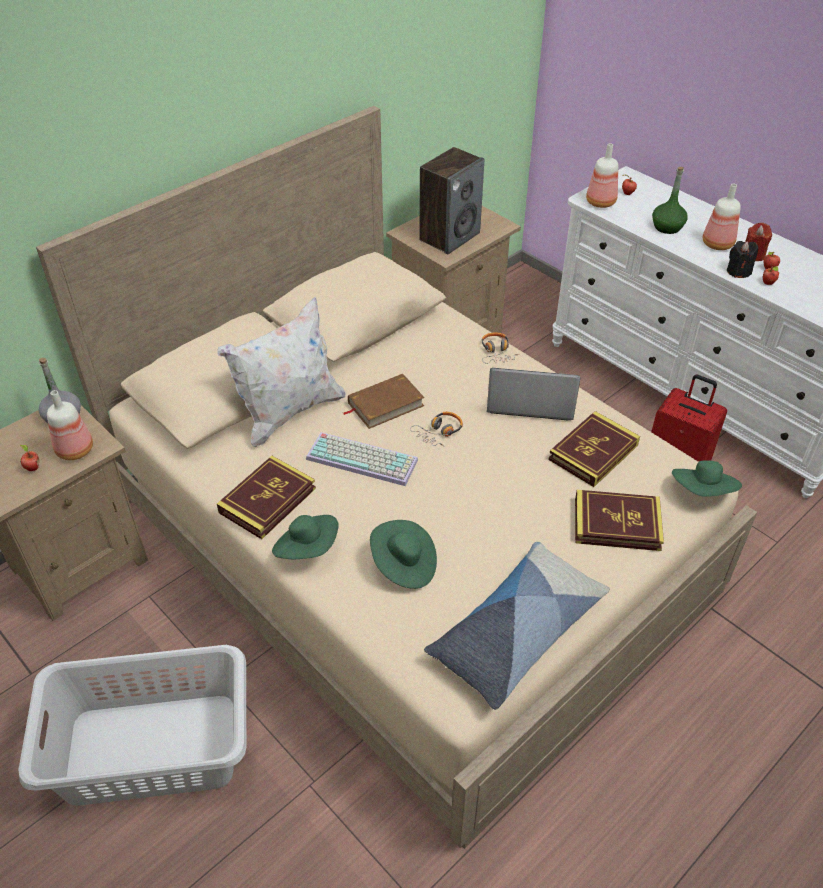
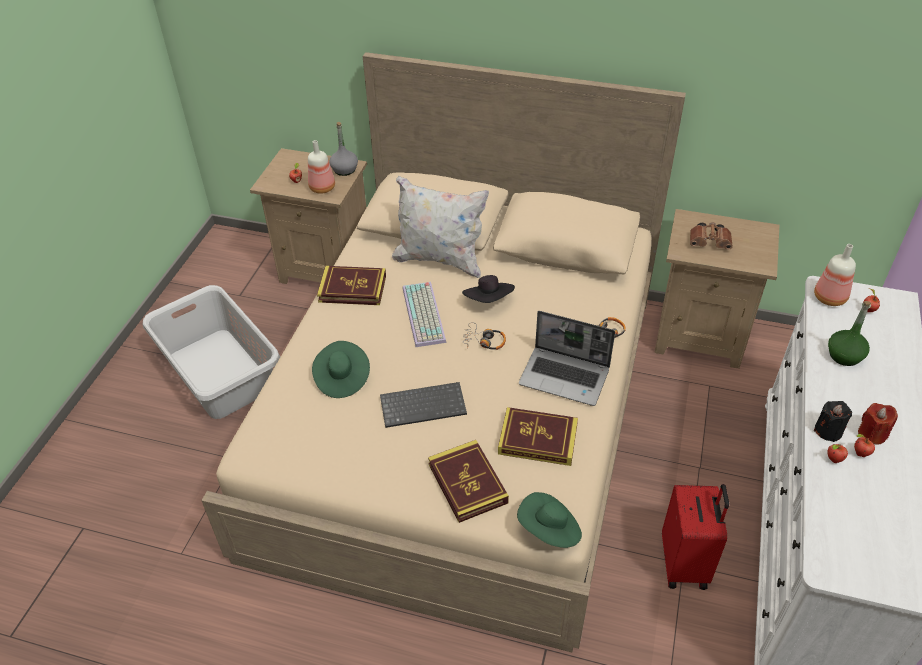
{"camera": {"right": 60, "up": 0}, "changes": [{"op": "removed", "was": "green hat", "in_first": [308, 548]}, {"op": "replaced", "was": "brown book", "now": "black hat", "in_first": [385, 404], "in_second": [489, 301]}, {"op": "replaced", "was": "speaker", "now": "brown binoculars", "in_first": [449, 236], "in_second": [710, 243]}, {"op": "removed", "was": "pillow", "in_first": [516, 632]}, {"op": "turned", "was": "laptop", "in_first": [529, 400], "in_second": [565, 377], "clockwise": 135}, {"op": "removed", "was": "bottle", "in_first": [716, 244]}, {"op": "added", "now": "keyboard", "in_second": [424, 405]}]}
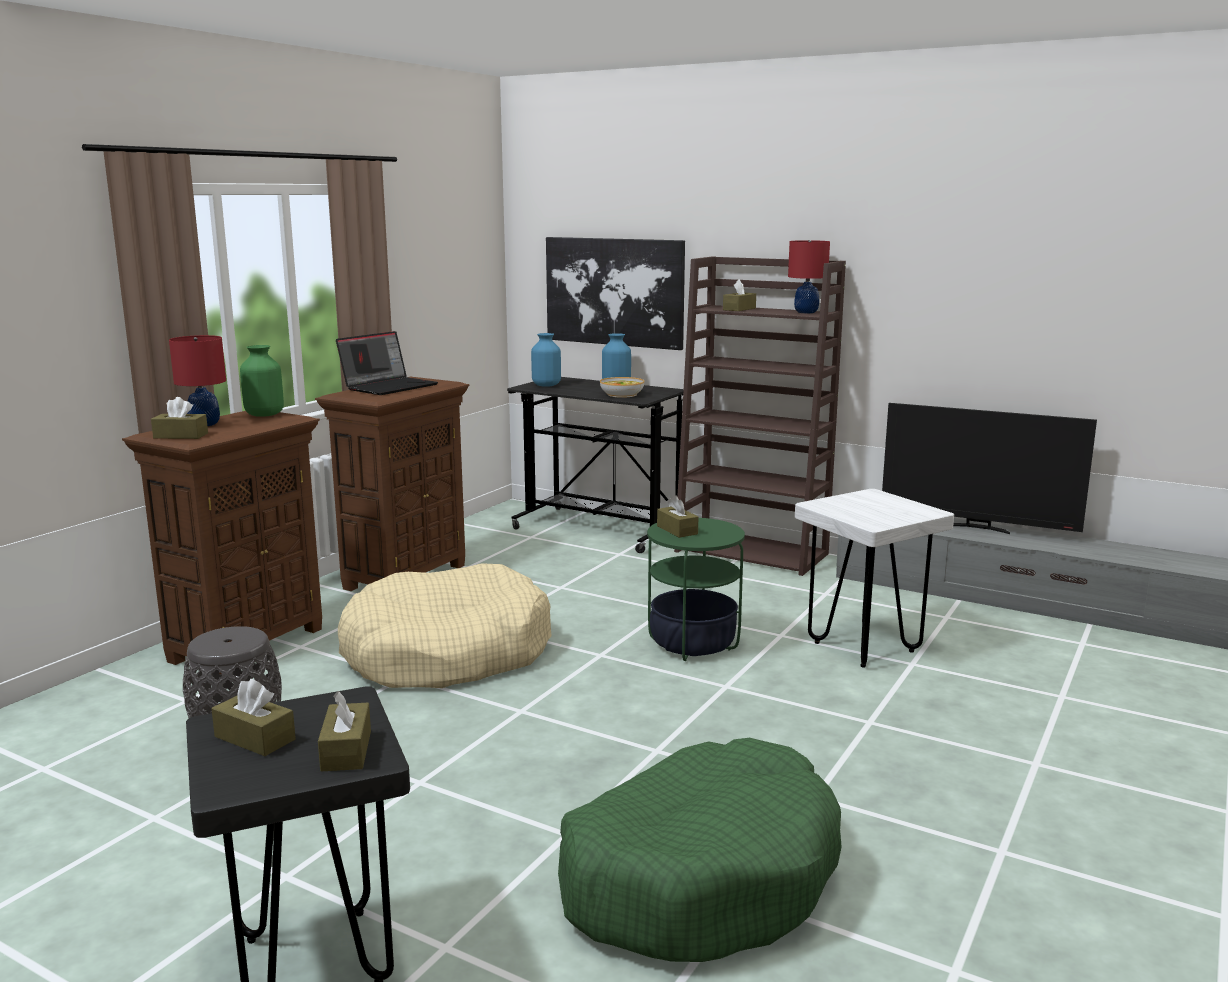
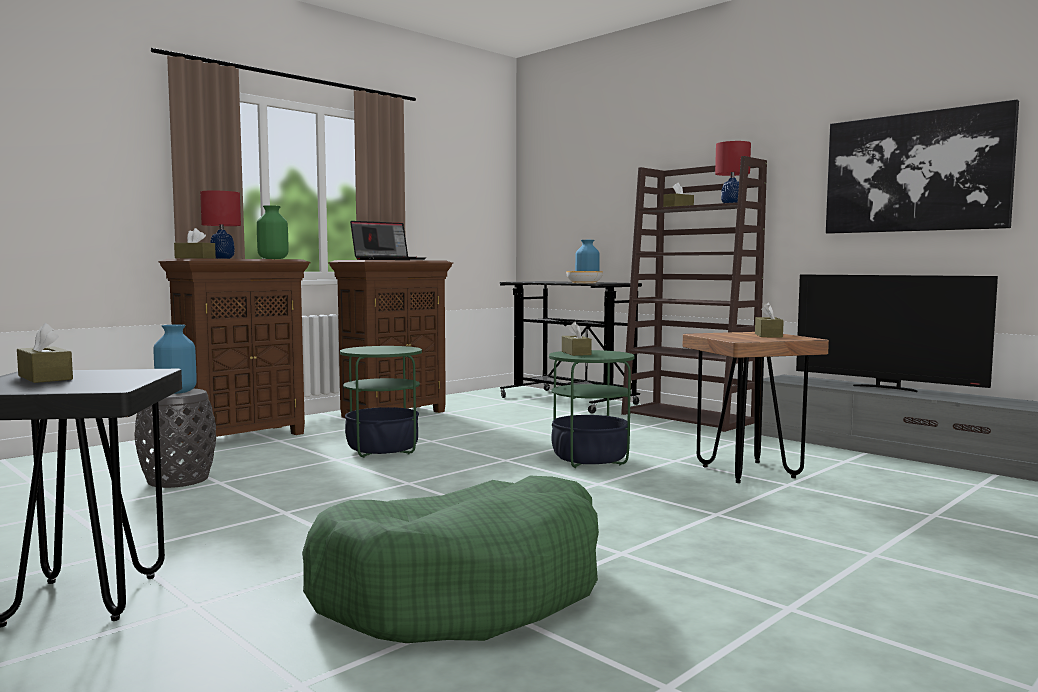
{"camera": {"right": 15, "up": -10}, "changes": [{"op": "moved", "was": "brown tissue box", "in_first": [346, 750], "in_second": [768, 335]}, {"op": "replaced", "was": "beige dog bed", "now": "green side table", "in_first": [446, 653], "in_second": [383, 450]}, {"op": "moved", "was": "blue vase", "in_first": [546, 385], "in_second": [176, 392]}, {"op": "moved", "was": "picture", "in_first": [614, 292], "in_second": [915, 172]}, {"op": "recoloured", "was": "white stool", "now": "brown stool", "in_first": [863, 647], "in_second": [748, 472]}]}
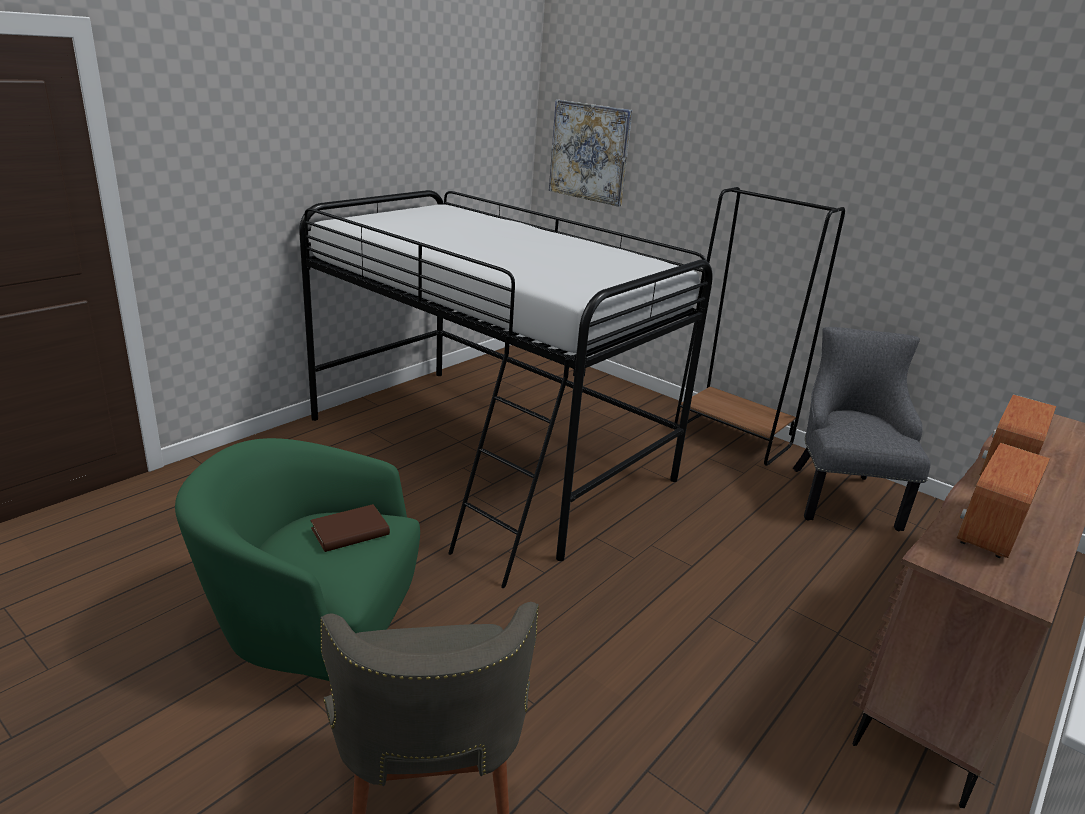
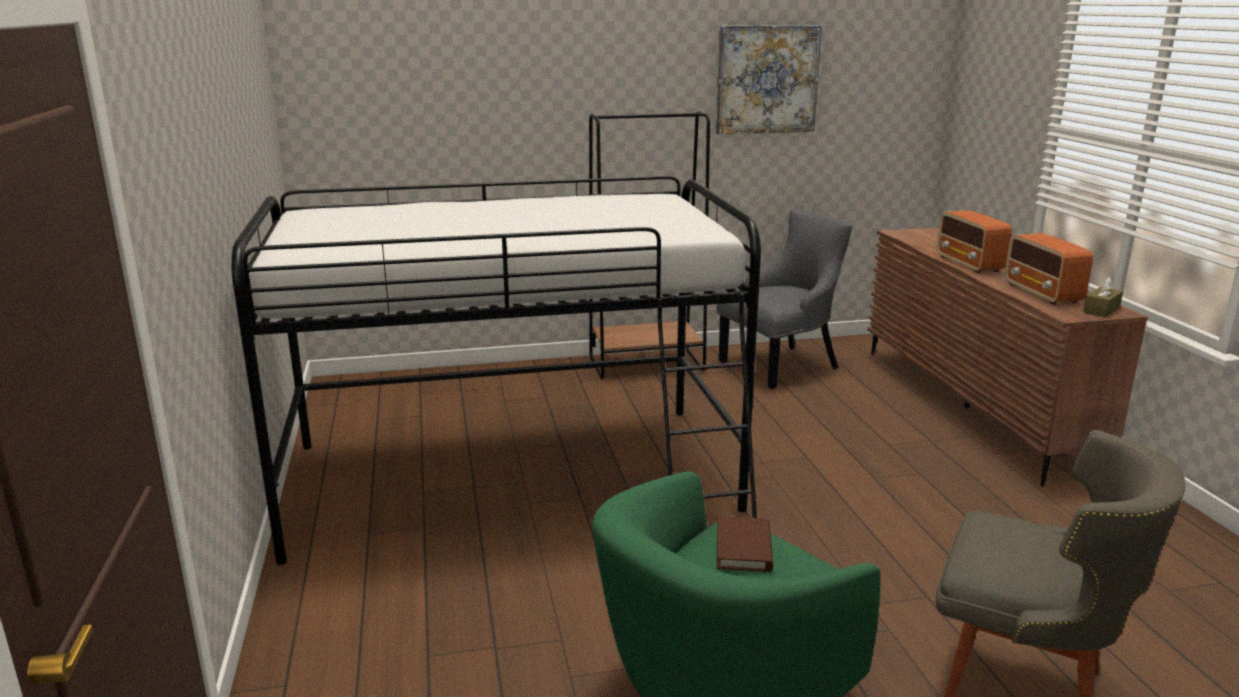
{"camera": {"right": -50, "up": -5}, "changes": [{"op": "moved", "was": "picture", "in_first": [589, 152], "in_second": [767, 79]}, {"op": "turned", "was": "grey armchair", "in_first": [841, 500], "in_second": [779, 367], "clockwise": 105}, {"op": "added", "now": "brown tissue box", "in_second": [1101, 310]}]}
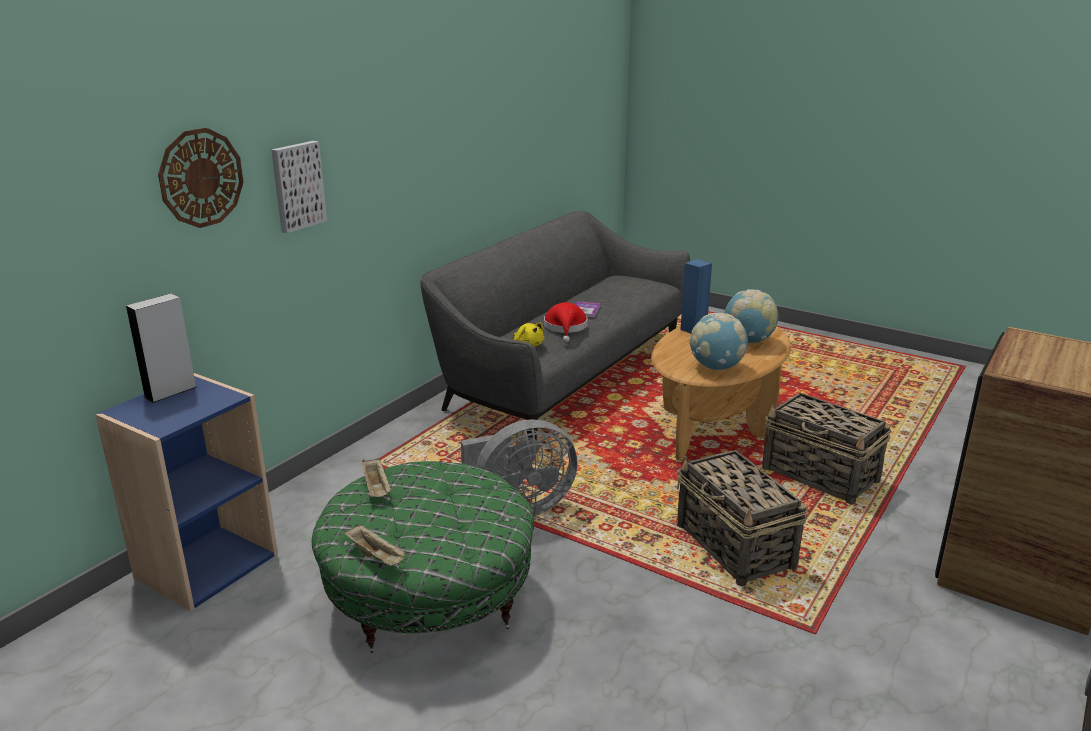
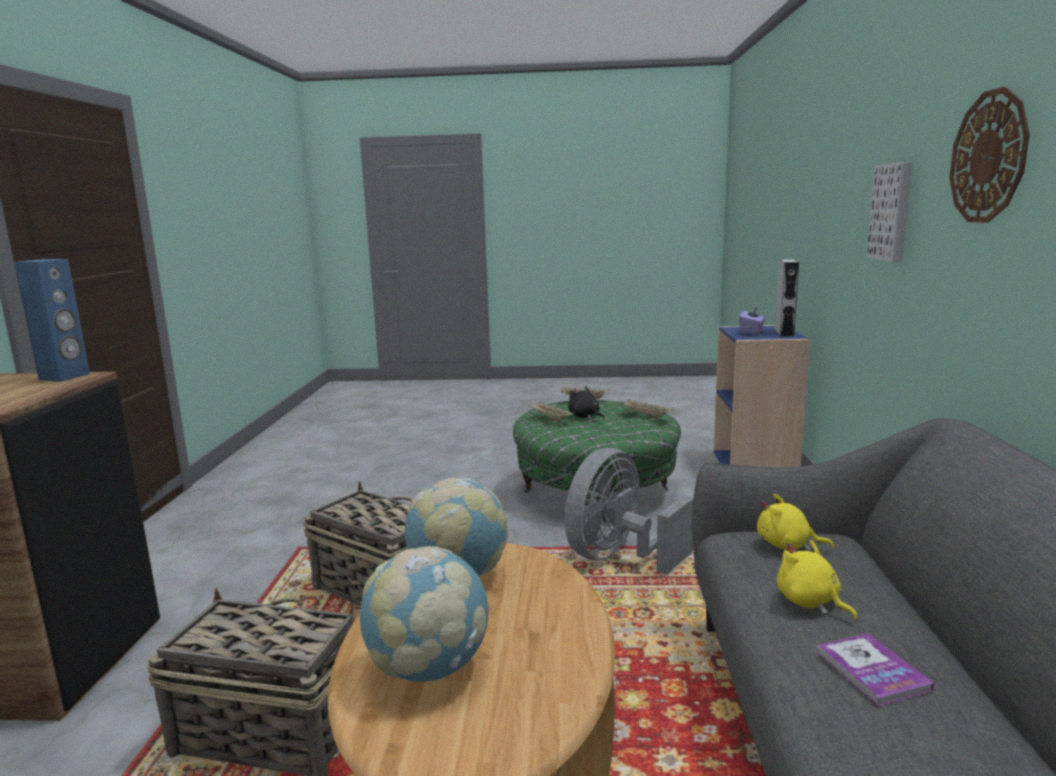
{"camera": {"right": 150, "up": -10}, "changes": [{"op": "moved", "was": "wall clock", "in_first": [201, 178], "in_second": [989, 157]}, {"op": "replaced", "was": "red hat", "now": "yellow plush toy", "in_first": [565, 328], "in_second": [810, 602]}, {"op": "moved", "was": "blue speaker", "in_first": [693, 329], "in_second": [65, 377]}, {"op": "added", "now": "beige tray", "in_second": [550, 418]}, {"op": "added", "now": "black plush toy", "in_second": [585, 416]}, {"op": "added", "now": "purple tissue box", "in_second": [752, 332]}]}
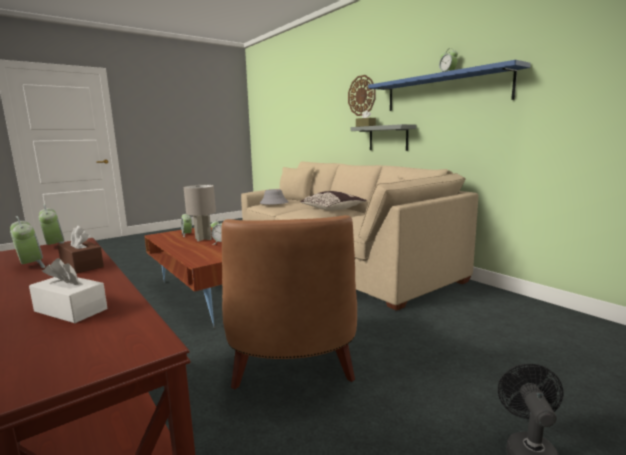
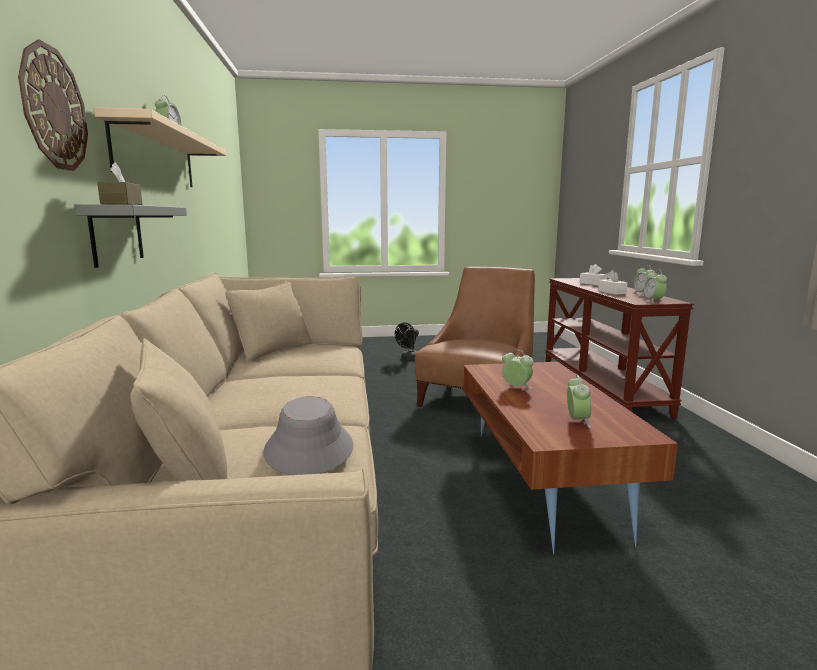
{"camera": {"right": -150, "up": 0}, "changes": [{"op": "recoloured", "was": "brown tissue box", "now": "white tissue box", "in_first": [82, 265], "in_second": [611, 292]}, {"op": "removed", "was": "grey table lamp", "in_first": [203, 239]}, {"op": "removed", "was": "pillow", "in_first": [333, 209]}, {"op": "recoloured", "was": "blue shelf", "now": "beige shelf", "in_first": [444, 91], "in_second": [157, 157]}]}
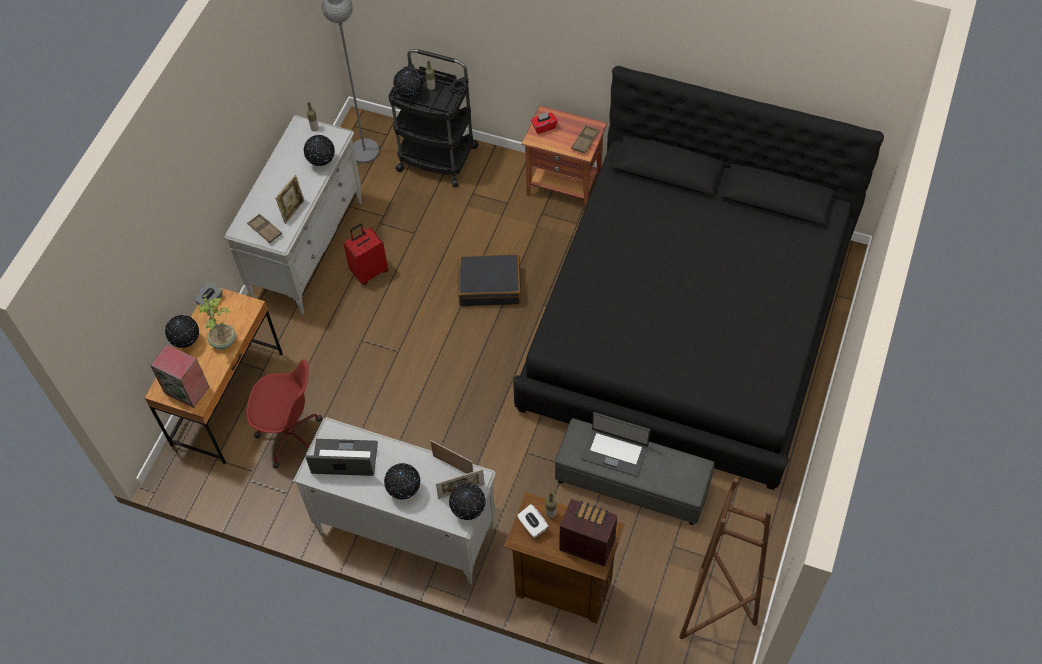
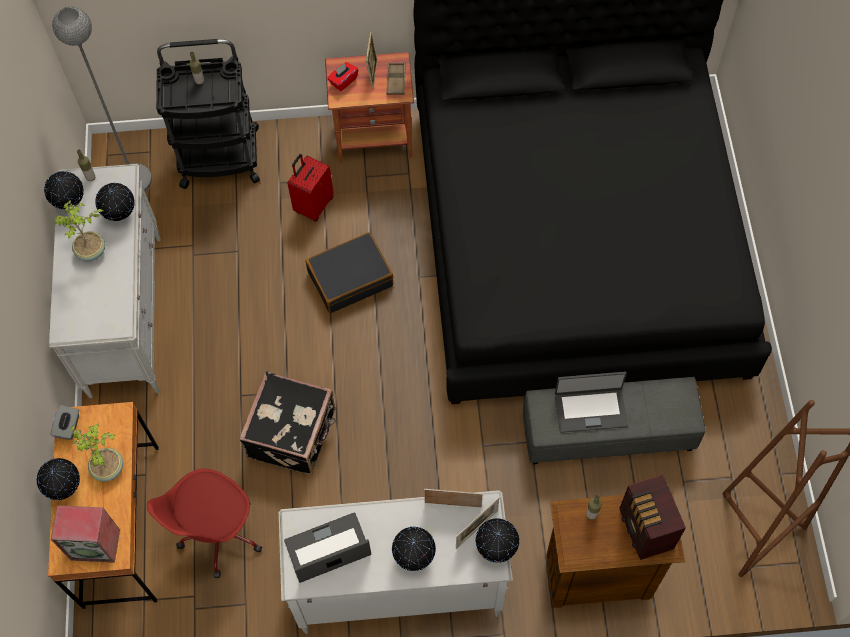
{"camera": {"right": -25, "up": 5}, "changes": [{"op": "turned", "was": "red office chair", "in_first": [292, 437], "in_second": [219, 537], "clockwise": 150}, {"op": "removed", "was": "brown tray", "in_first": [265, 230]}, {"op": "moved", "was": "picture frame", "in_first": [293, 211], "in_second": [372, 73]}, {"op": "moved", "was": "red suitcase", "in_first": [369, 271], "in_second": [313, 205]}, {"op": "moved", "was": "globe", "in_first": [409, 95], "in_second": [70, 203]}, {"op": "removed", "was": "white tissue box", "in_first": [532, 526]}, {"op": "turned", "was": "radio", "in_first": [586, 543], "in_second": [645, 530], "clockwise": -105}, {"op": "added", "now": "potted plant", "in_second": [91, 252]}, {"op": "added", "now": "black suitcase", "in_second": [294, 434]}]}
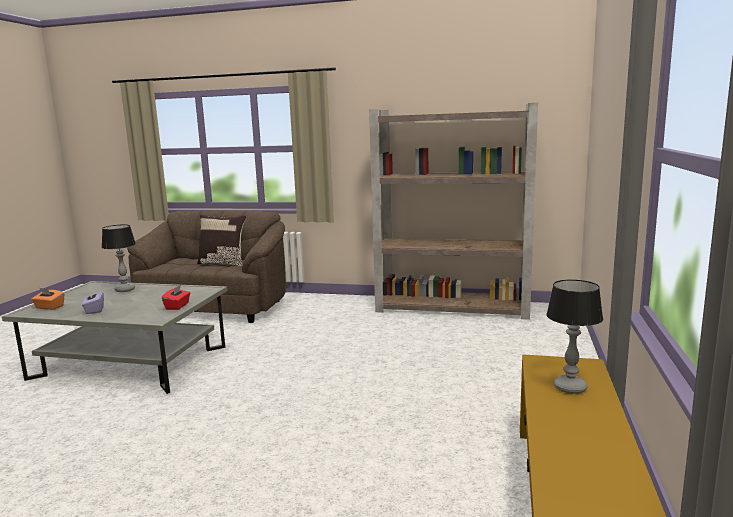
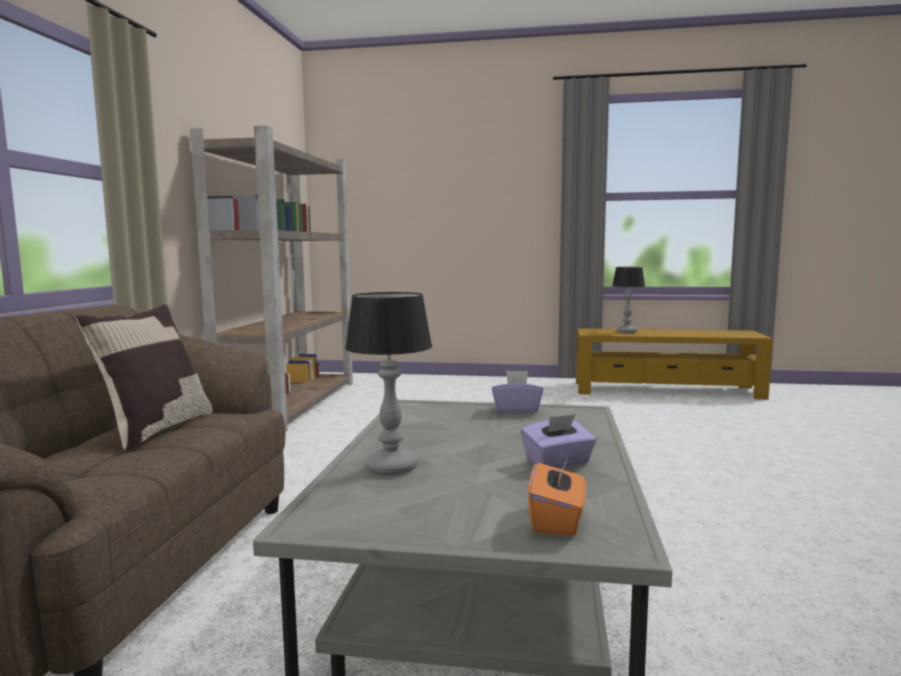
{"camera": {"right": -95, "up": -5}, "changes": [{"op": "recoloured", "was": "red tissue box", "now": "purple tissue box", "in_first": [177, 306], "in_second": [516, 409]}]}
